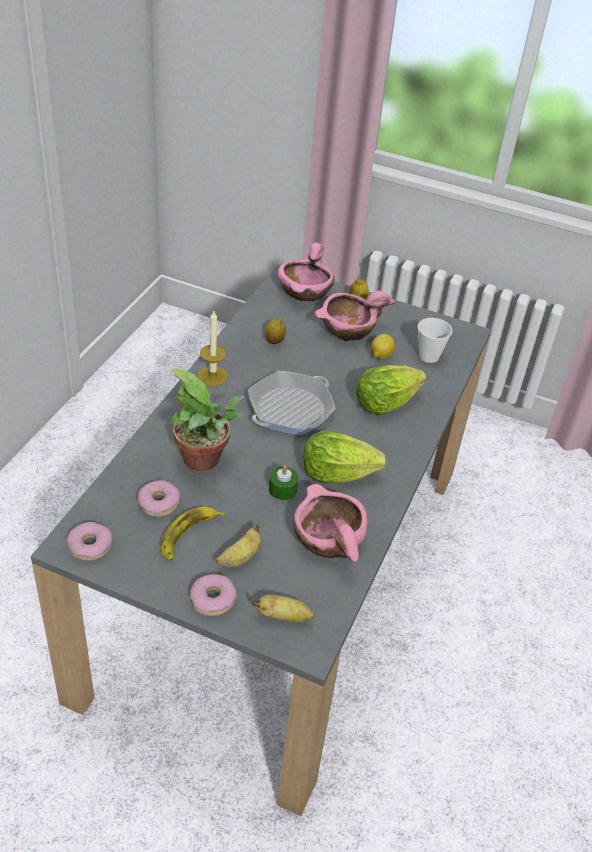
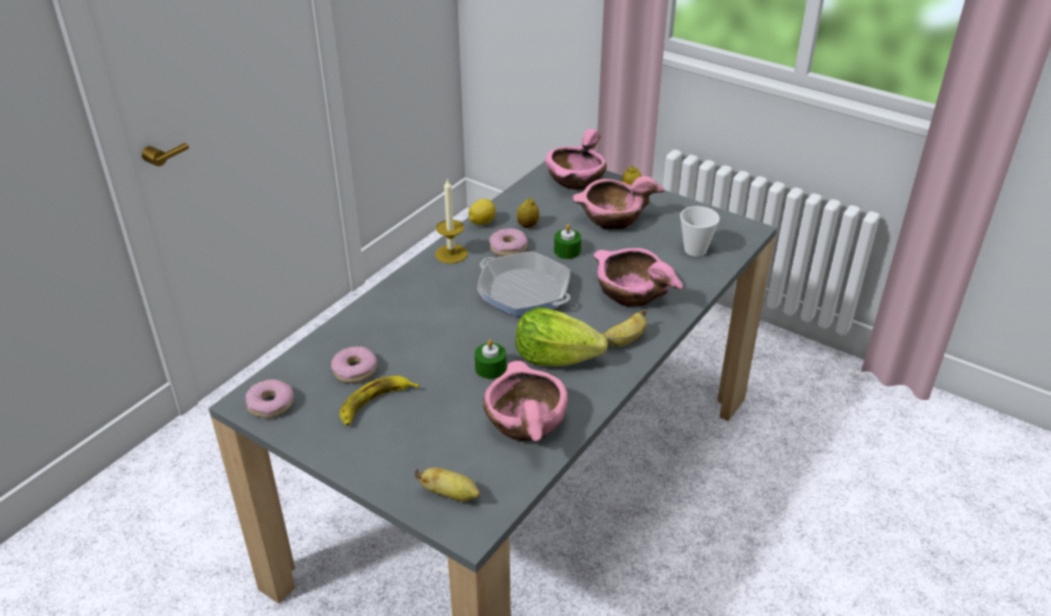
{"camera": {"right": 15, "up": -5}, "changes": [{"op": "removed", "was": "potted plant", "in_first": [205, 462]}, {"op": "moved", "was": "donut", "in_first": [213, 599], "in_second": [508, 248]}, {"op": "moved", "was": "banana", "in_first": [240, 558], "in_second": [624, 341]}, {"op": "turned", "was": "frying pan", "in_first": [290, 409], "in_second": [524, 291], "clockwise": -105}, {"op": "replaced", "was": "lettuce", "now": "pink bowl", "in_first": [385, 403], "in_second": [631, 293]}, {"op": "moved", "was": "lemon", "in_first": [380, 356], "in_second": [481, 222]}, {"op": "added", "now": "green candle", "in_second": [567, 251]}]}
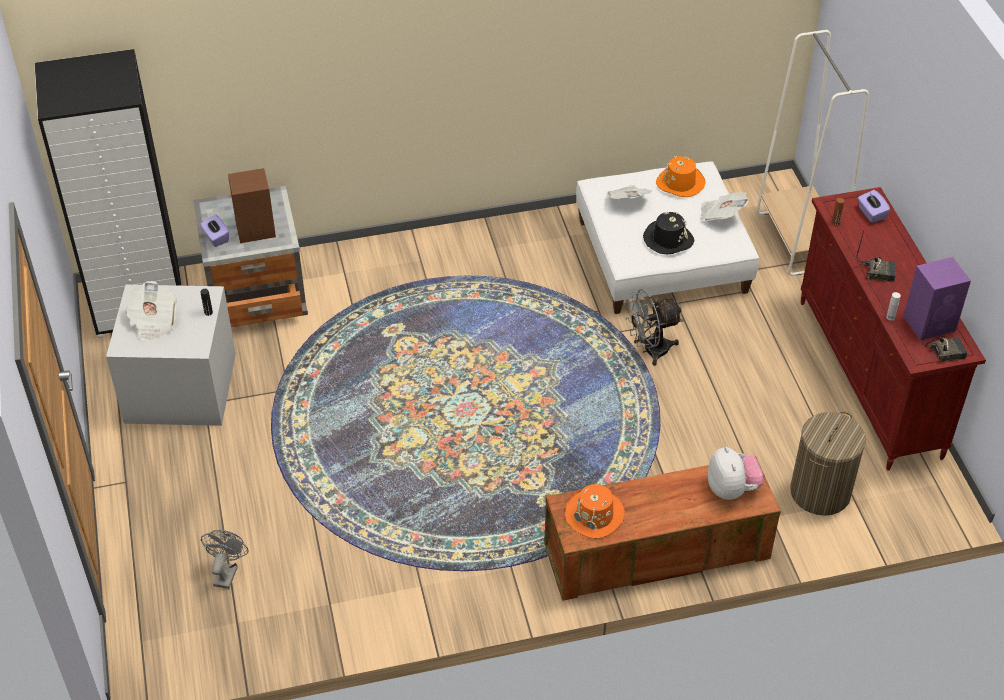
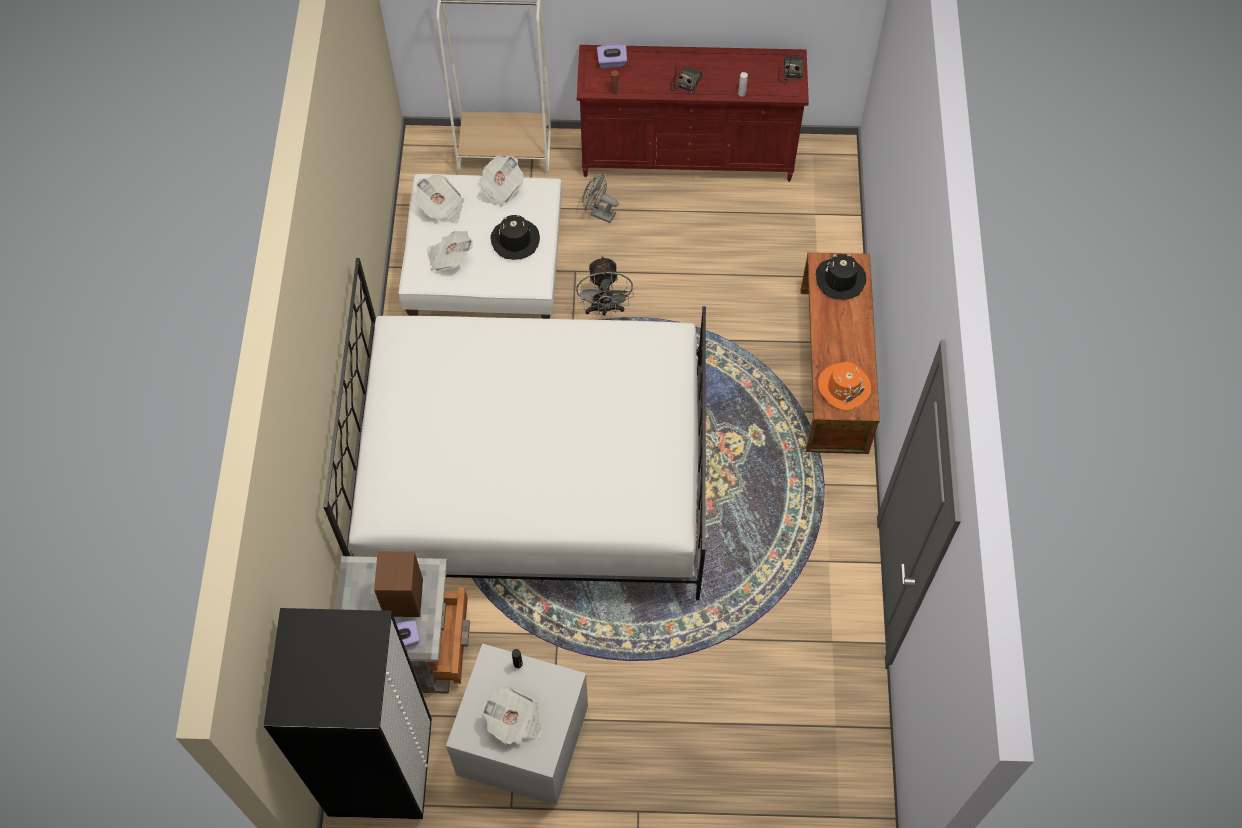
{"camera": {"right": -75, "up": 15}, "changes": [{"op": "moved", "was": "grey fan", "in_first": [227, 572], "in_second": [599, 213]}, {"op": "replaced", "was": "orange hat", "now": "newspaper", "in_first": [680, 183], "in_second": [441, 207]}, {"op": "replaced", "was": "plush toy", "now": "black hat", "in_first": [732, 489], "in_second": [840, 280]}, {"op": "removed", "was": "laundry basket", "in_first": [820, 492]}, {"op": "removed", "was": "purple speaker", "in_first": [930, 323]}, {"op": "added", "now": "white bed", "in_second": [534, 476]}]}
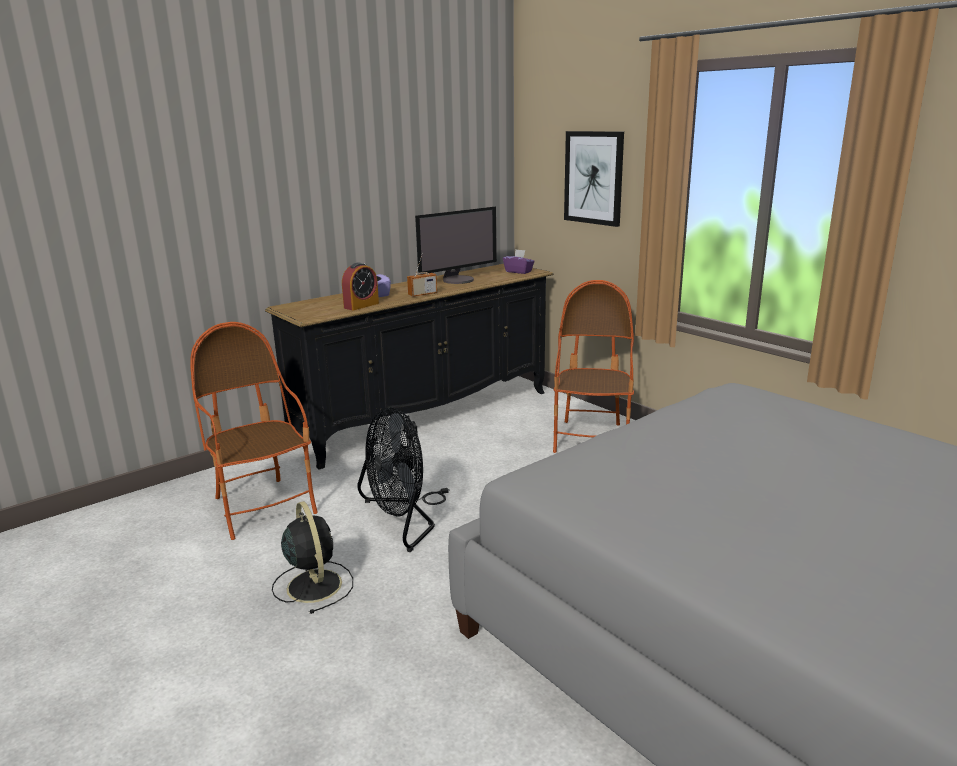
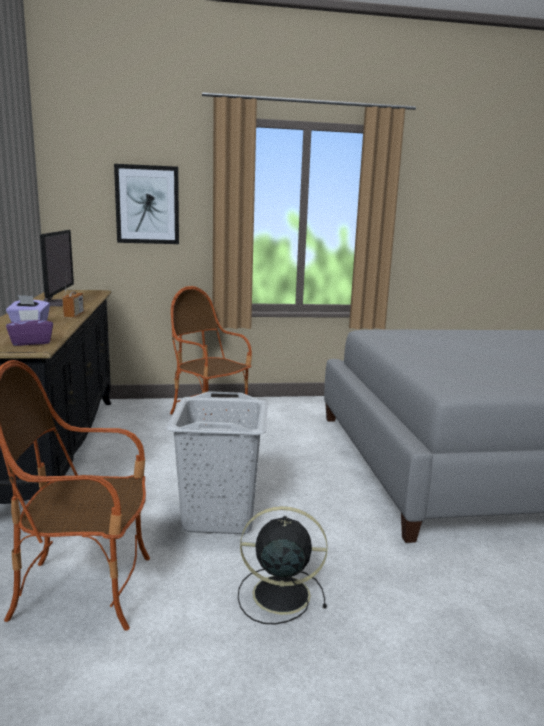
{"camera": {"right": -60, "up": -5}, "changes": [{"op": "removed", "was": "alarm clock", "in_first": [361, 305]}, {"op": "replaced", "was": "black fan", "now": "grey laundry basket", "in_first": [405, 517], "in_second": [220, 515]}, {"op": "moved", "was": "purple tissue box", "in_first": [518, 271], "in_second": [31, 342]}]}
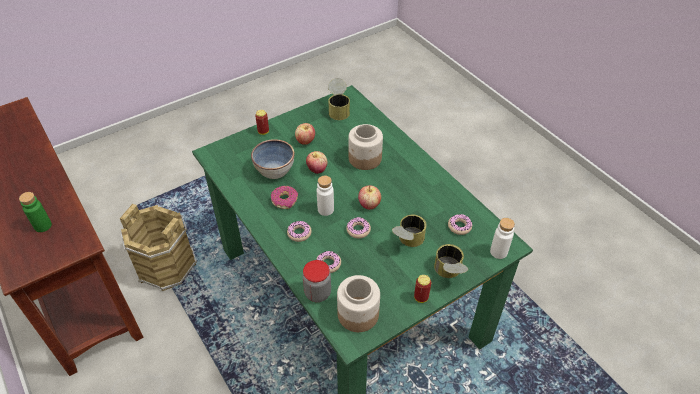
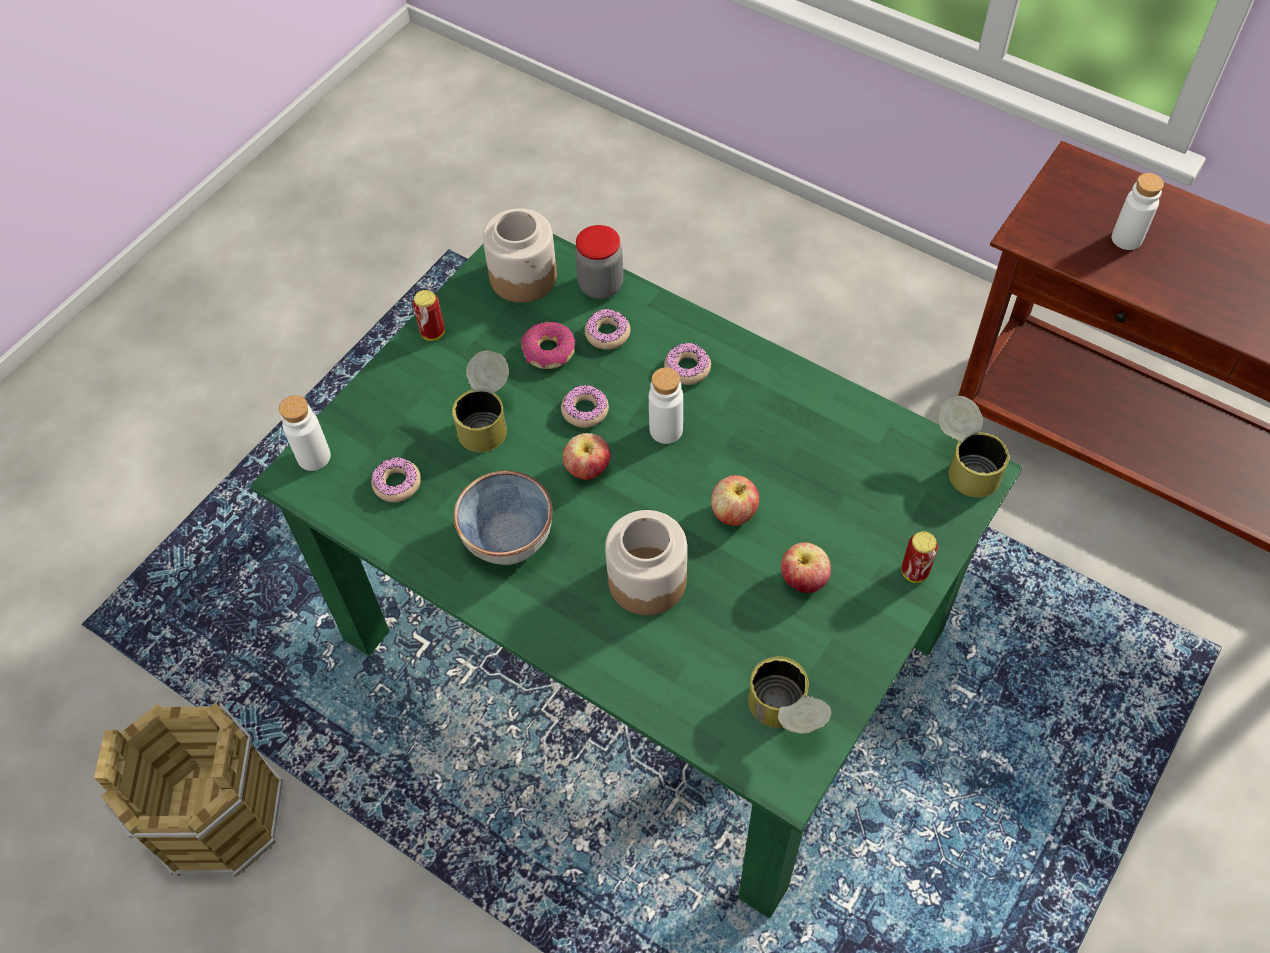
{"camera": {"right": 160, "up": 10}, "changes": [{"op": "recoloured", "was": "green bottle", "now": "white bottle", "in_first": [43, 226], "in_second": [1126, 239]}, {"op": "moved", "was": "brown bucket", "in_first": [166, 267], "in_second": [219, 813]}, {"op": "moved", "was": "bowl", "in_first": [275, 170], "in_second": [507, 538]}, {"op": "moved", "was": "donut", "in_first": [285, 200], "in_second": [548, 352]}, {"op": "moved", "was": "can", "in_first": [449, 274], "in_second": [965, 463]}]}
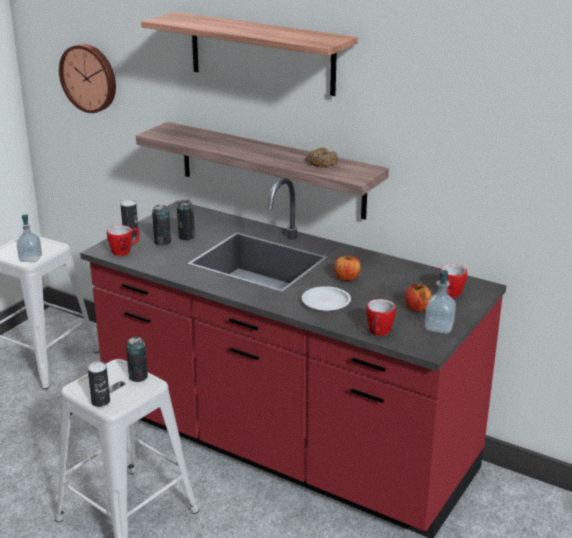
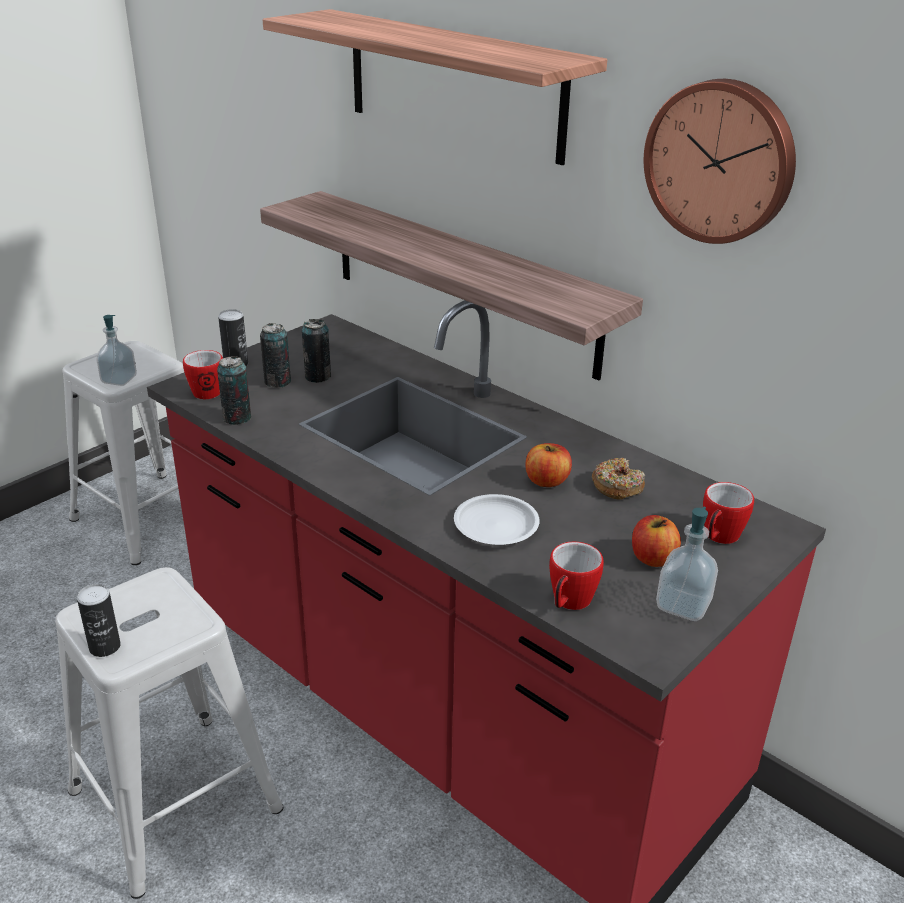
{"camera": {"right": 10, "up": 5}, "changes": [{"op": "moved", "was": "wall clock", "in_first": [90, 77], "in_second": [721, 161]}, {"op": "moved", "was": "can", "in_first": [138, 377], "in_second": [237, 418]}, {"op": "moved", "was": "donut", "in_first": [322, 163], "in_second": [617, 486]}]}
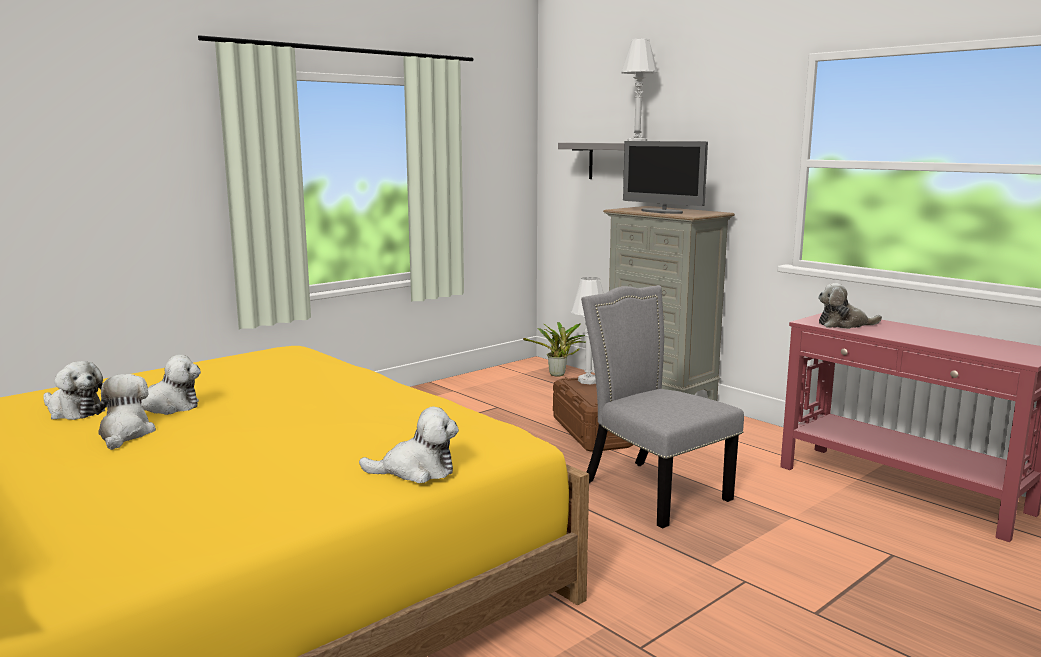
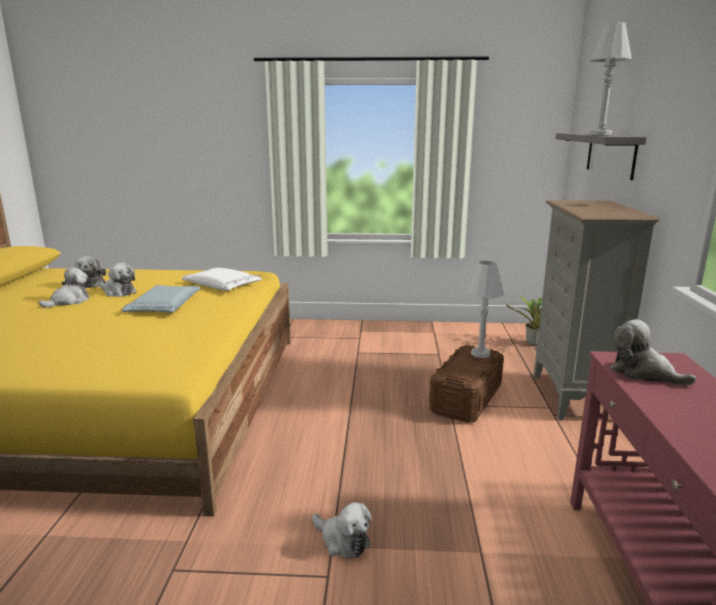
{"camera": {"right": 45, "up": 5}, "changes": [{"op": "moved", "was": "plush toy", "in_first": [416, 471], "in_second": [342, 540]}, {"op": "removed", "was": "grey chair", "in_first": [655, 493]}, {"op": "removed", "was": "monitor", "in_first": [662, 212]}, {"op": "added", "now": "blue pillow", "in_second": [164, 305]}, {"op": "added", "now": "white pillow", "in_second": [222, 284]}]}
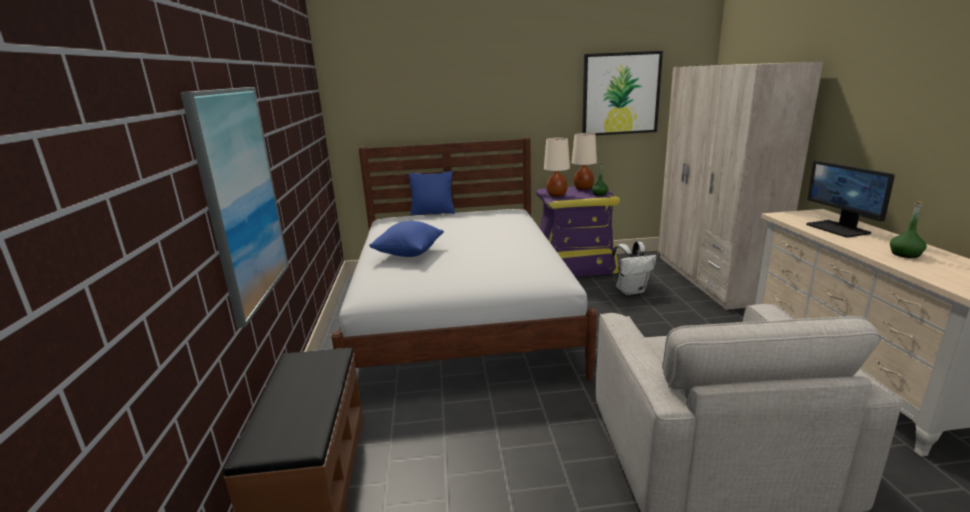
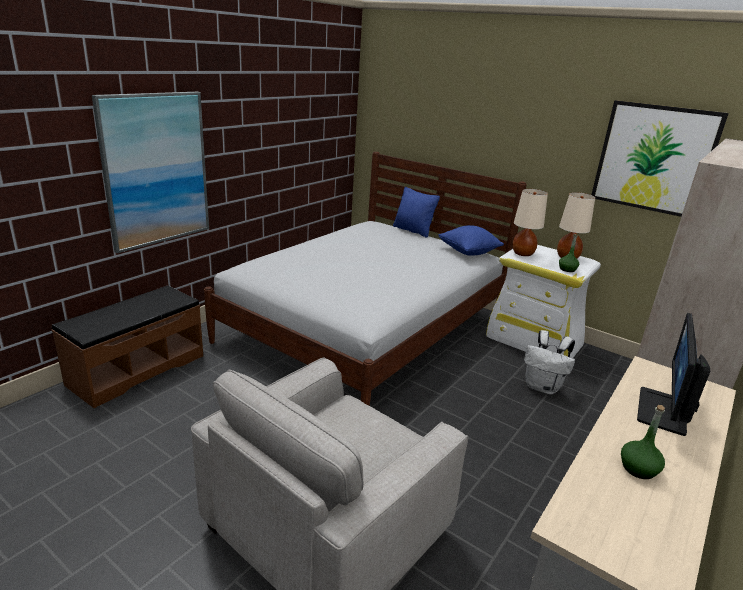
{"camera": {"right": 40, "up": 5}, "changes": [{"op": "moved", "was": "blue pillow", "in_first": [409, 253], "in_second": [468, 252]}, {"op": "recoloured", "was": "purple nightstand", "now": "white nightstand", "in_first": [576, 267], "in_second": [534, 341]}]}
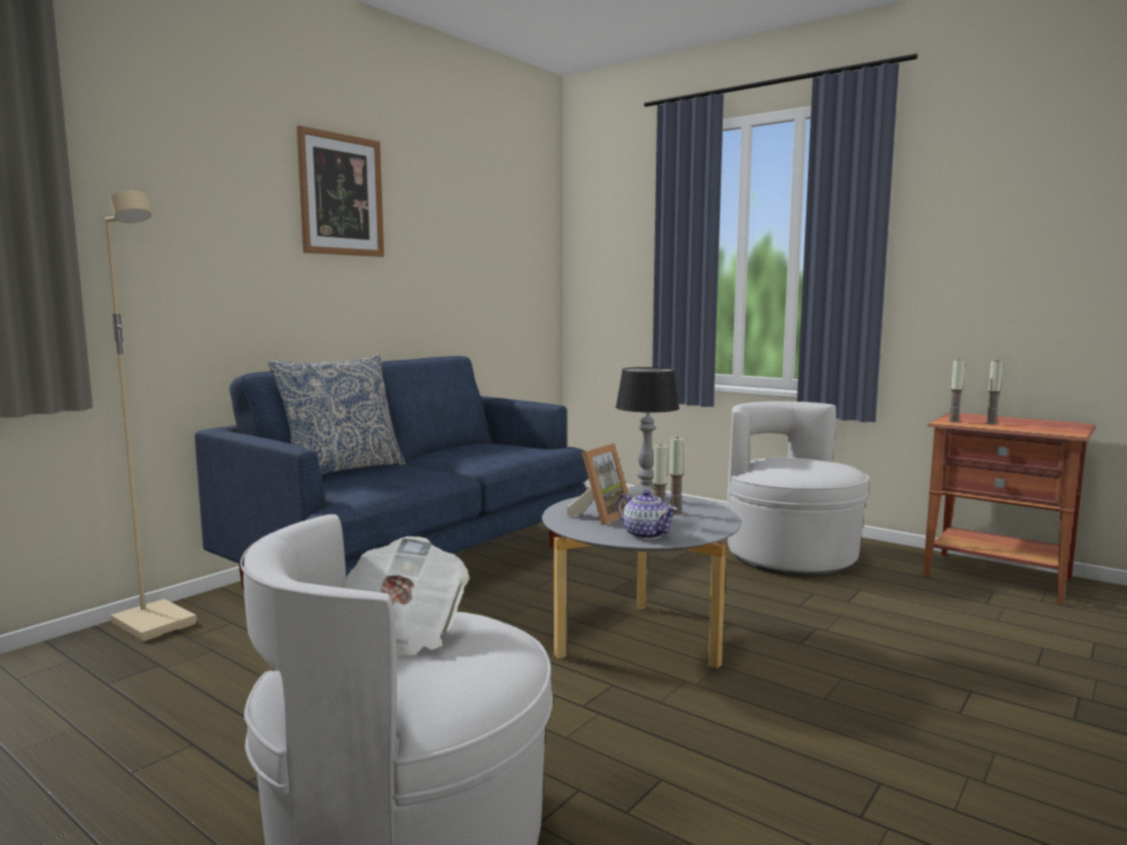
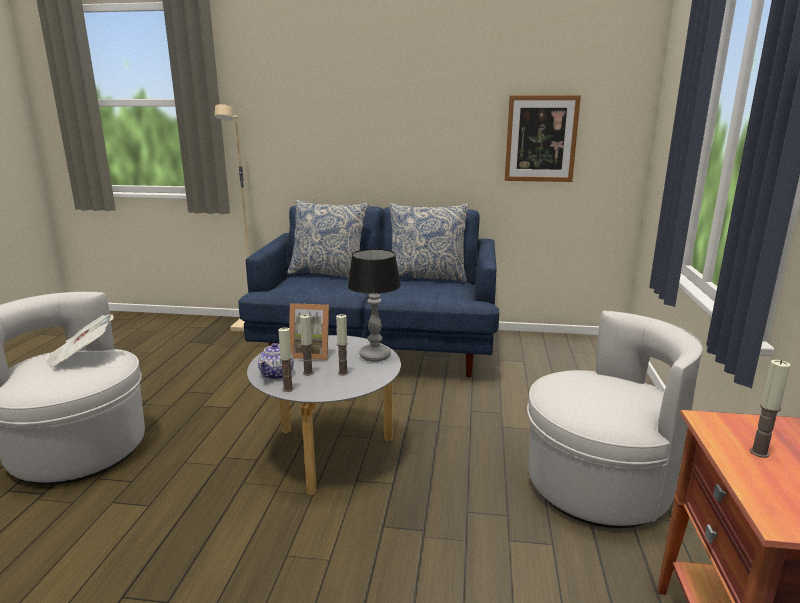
{"camera": {"right": 60, "up": 10}, "changes": [{"op": "moved", "was": "picture", "in_first": [341, 195], "in_second": [541, 139]}, {"op": "turned", "was": "white armchair", "in_first": [792, 556], "in_second": [596, 485], "clockwise": 45}, {"op": "moved", "was": "candle", "in_first": [954, 421], "in_second": [288, 389]}, {"op": "added", "now": "pillow", "in_second": [427, 278]}]}
